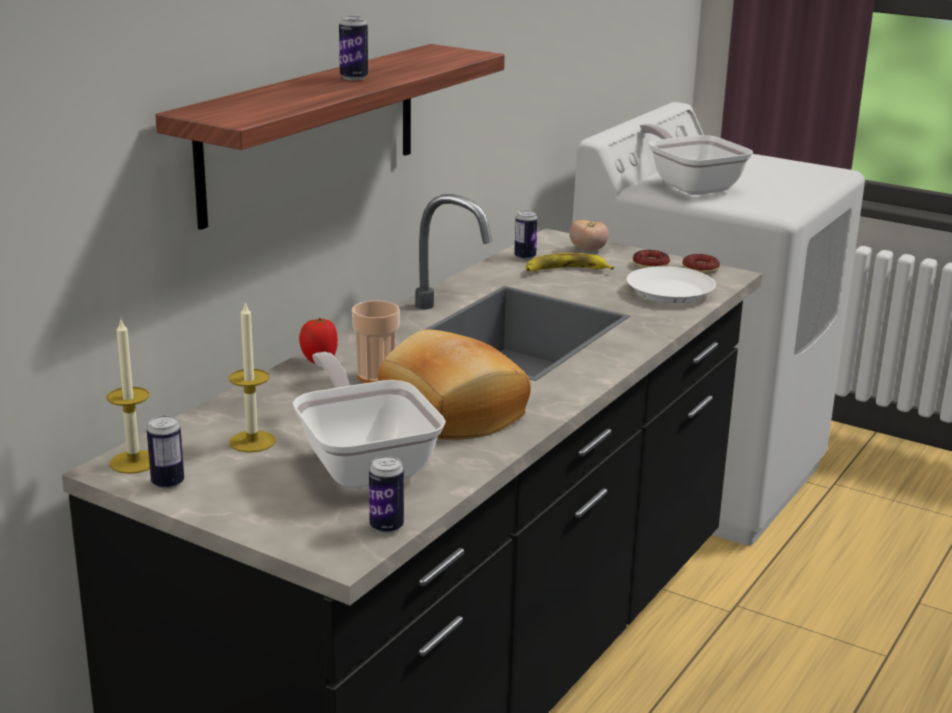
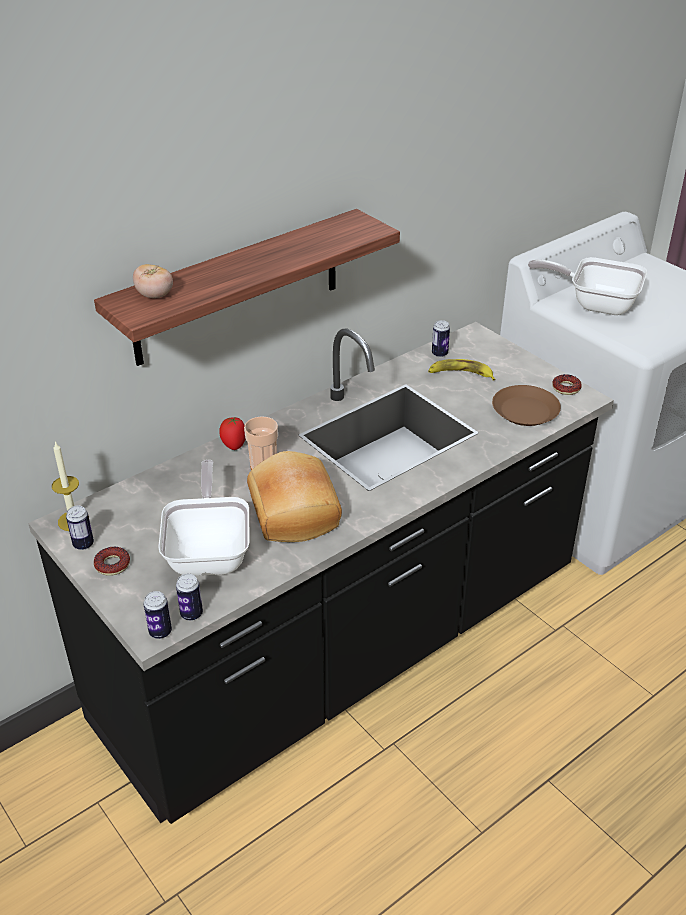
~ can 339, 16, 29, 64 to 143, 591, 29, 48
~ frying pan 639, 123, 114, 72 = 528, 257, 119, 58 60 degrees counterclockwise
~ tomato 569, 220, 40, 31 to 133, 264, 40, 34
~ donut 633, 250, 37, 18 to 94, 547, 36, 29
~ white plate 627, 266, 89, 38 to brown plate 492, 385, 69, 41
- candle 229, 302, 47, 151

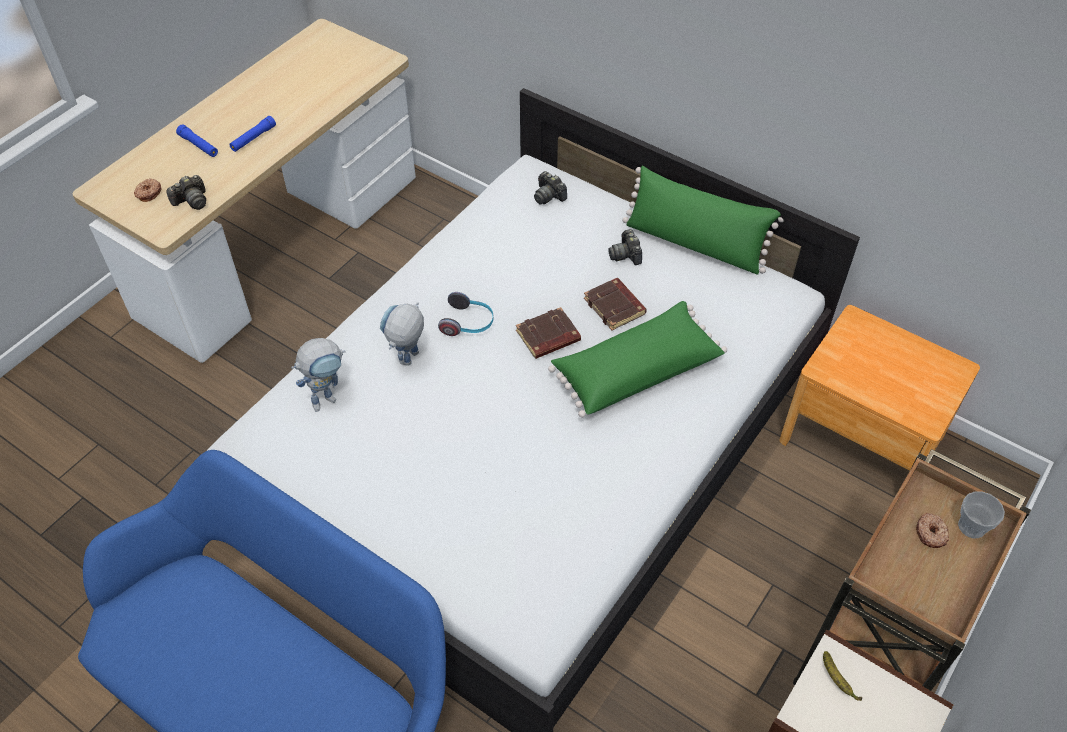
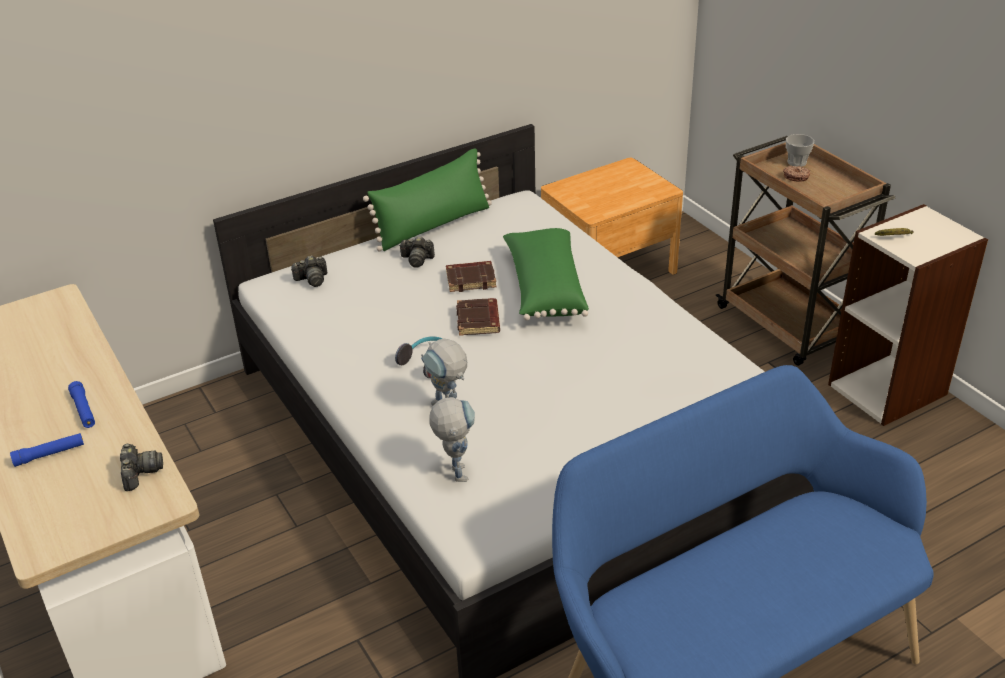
- donut 134, 179, 27, 23

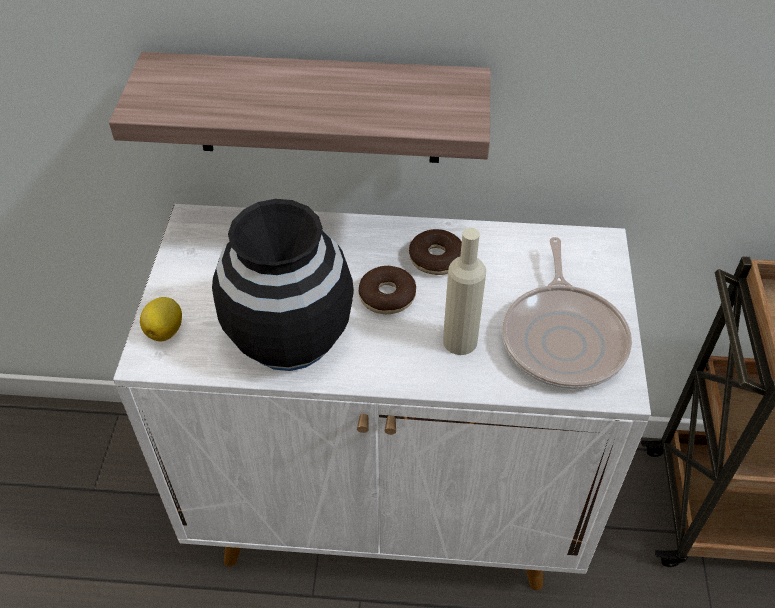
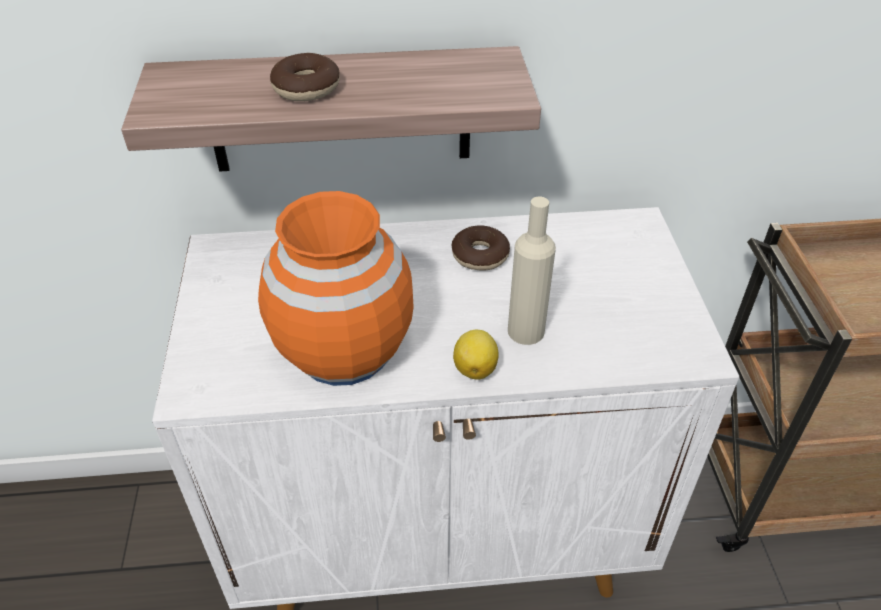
~ black vase 212, 199, 142, 172 to orange vase 258, 191, 156, 195
- frying pan 502, 237, 130, 152
~ donut 359, 266, 57, 48 to 270, 53, 70, 48
~ lemon 140, 297, 42, 44 to 453, 330, 46, 49

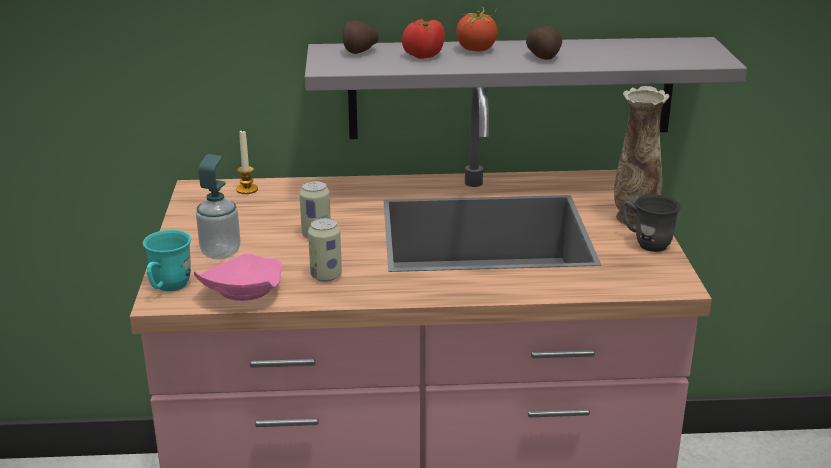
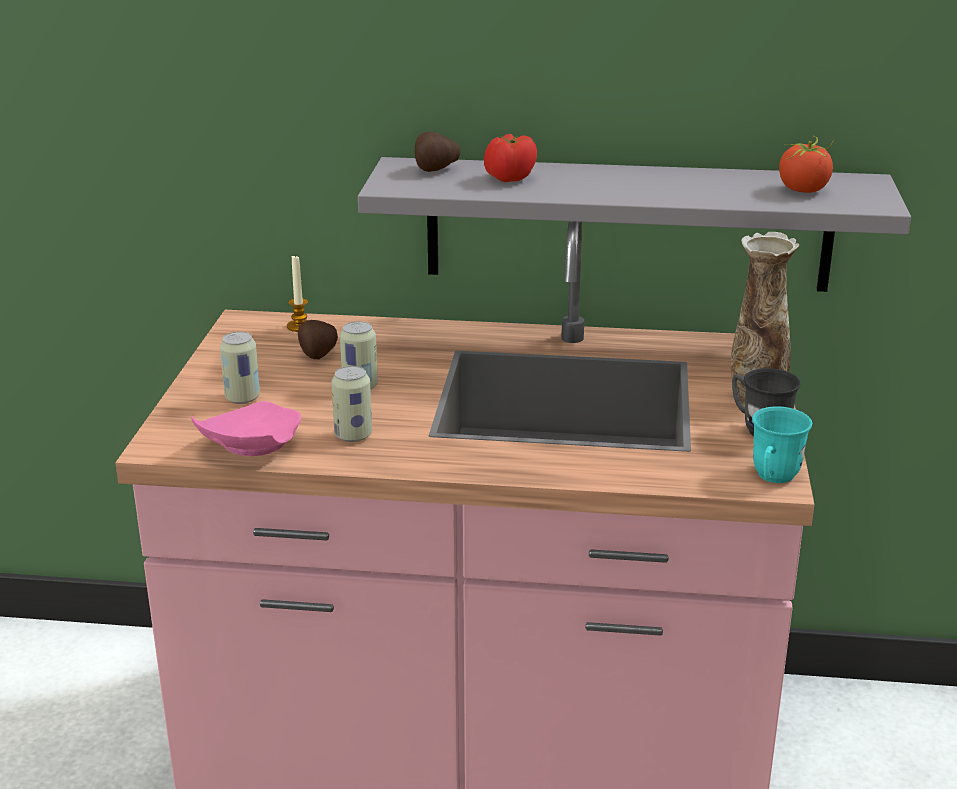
~ tomato 456, 7, 41, 44 to 779, 136, 56, 57
~ potato 526, 26, 36, 34 to 298, 320, 40, 39
~ soap dispenser 196, 154, 45, 106 to can 220, 332, 40, 72
~ turquoise mug 143, 230, 48, 61 to 752, 406, 60, 77

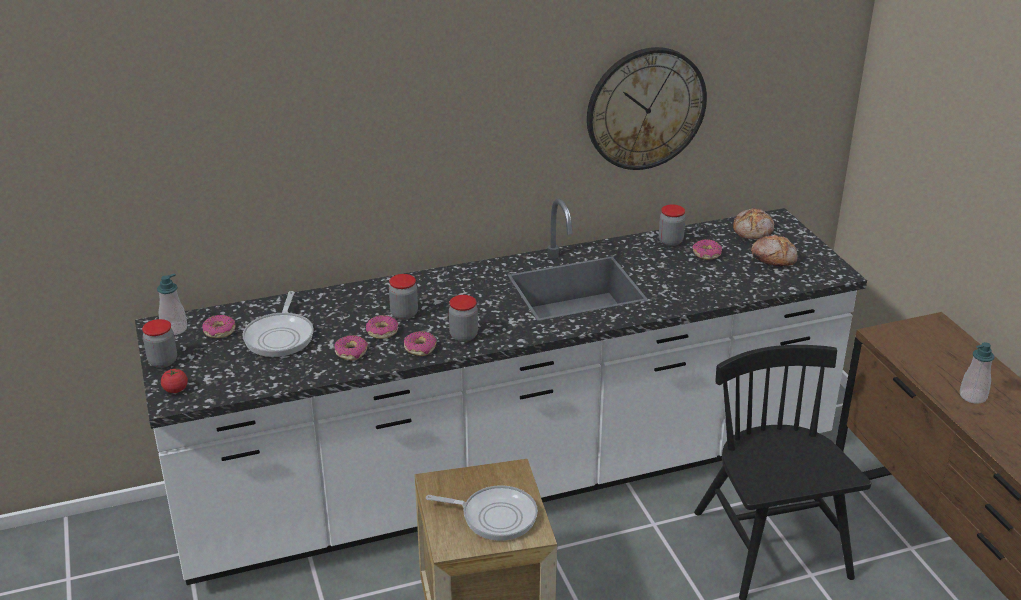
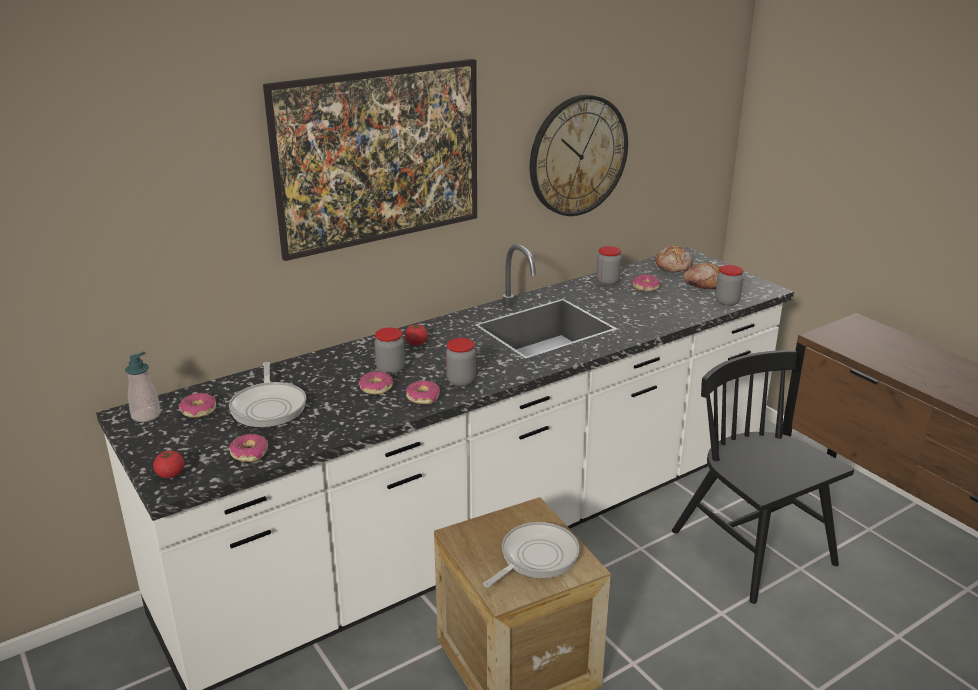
~ jar 142, 319, 35, 49 to 715, 265, 28, 41
~ donut 335, 335, 33, 25 to 229, 434, 39, 28
- soap dispenser 960, 342, 34, 62
~ frying pan 426, 485, 112, 56 = 483, 522, 96, 66 45 degrees counterclockwise
+ picture 263, 59, 214, 202
+ tomato 405, 324, 23, 22

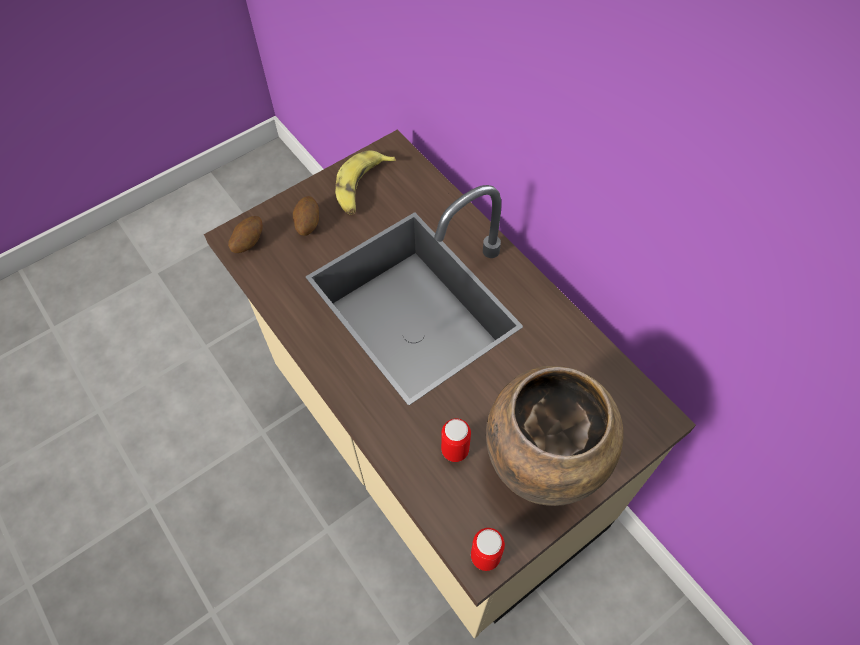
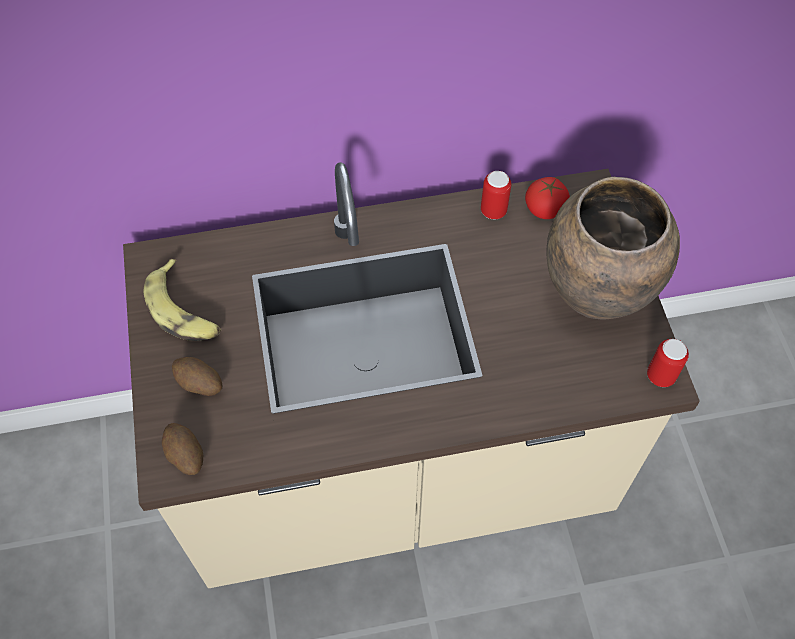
~ can 441, 418, 30, 44 to 481, 171, 30, 48
+ tomato 525, 177, 45, 42

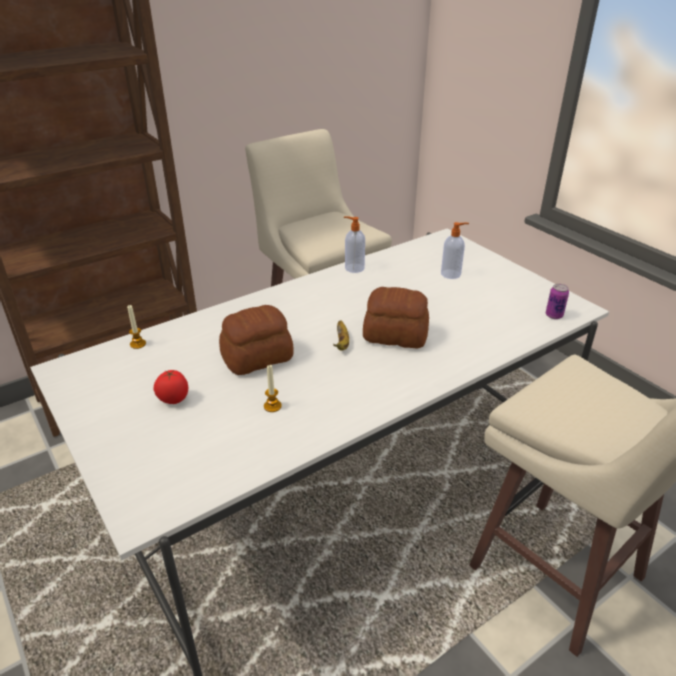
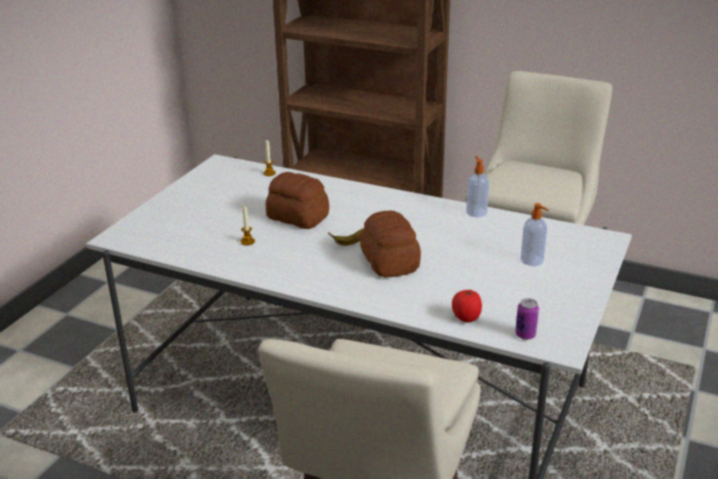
~ tomato 153, 369, 35, 35 to 452, 290, 30, 32

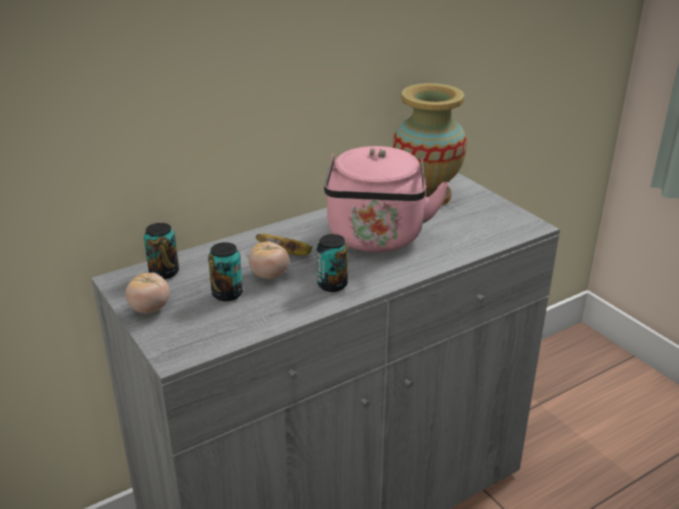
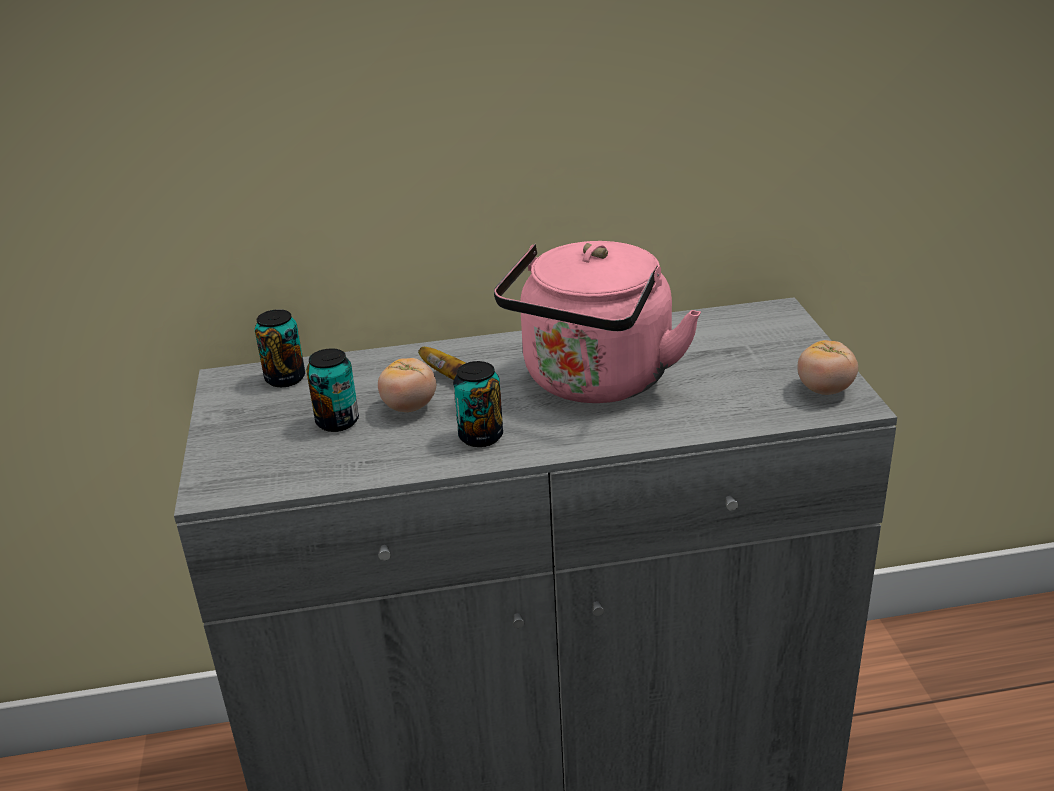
- vase 393, 83, 74, 123
~ tomato 125, 273, 45, 40 to 797, 340, 61, 55

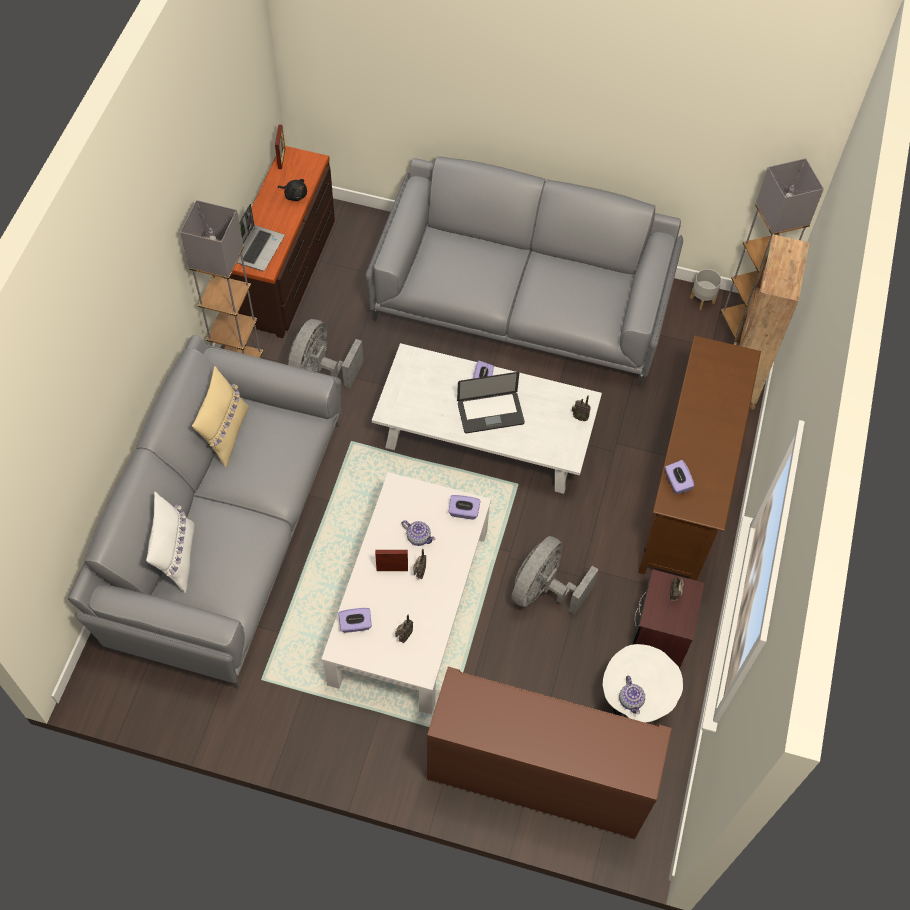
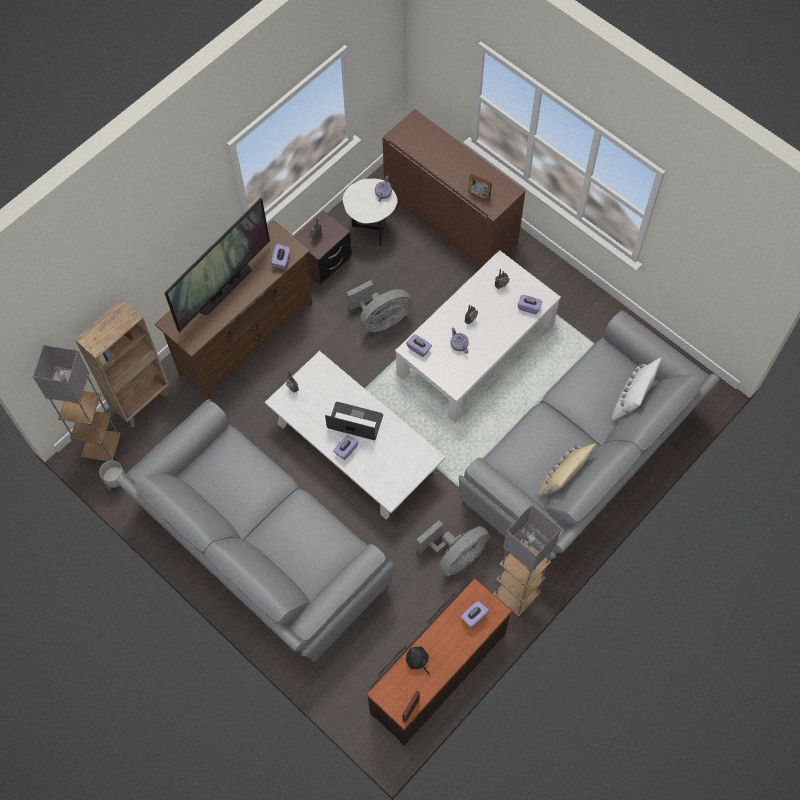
~ laptop 237, 204, 48, 67 to purple tissue box 461, 601, 28, 27
~ picture frame 375, 550, 33, 21 to 468, 174, 24, 27
+ television 164, 198, 106, 134

